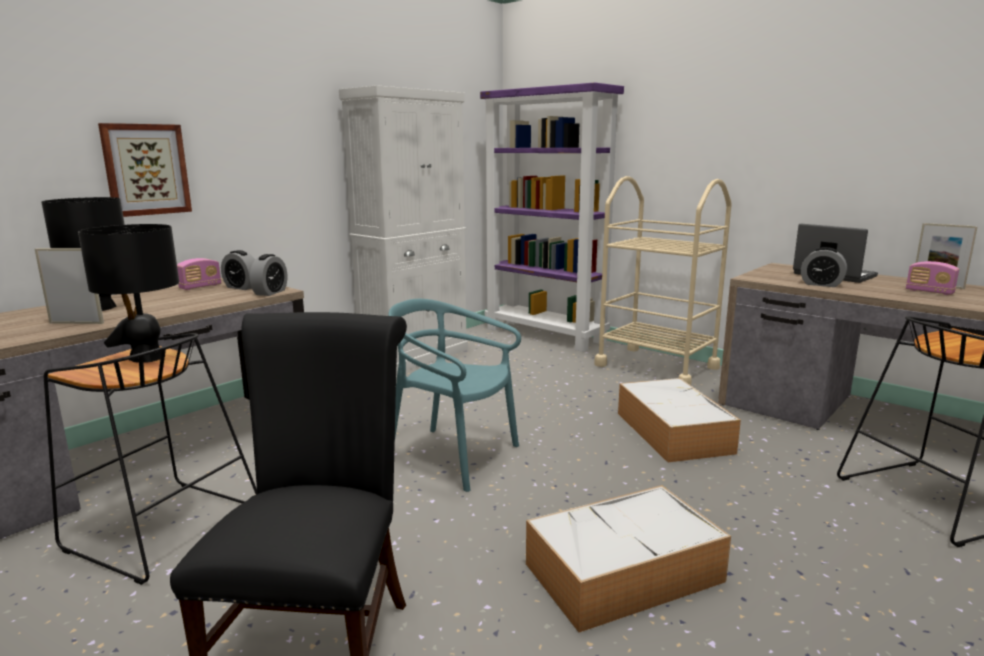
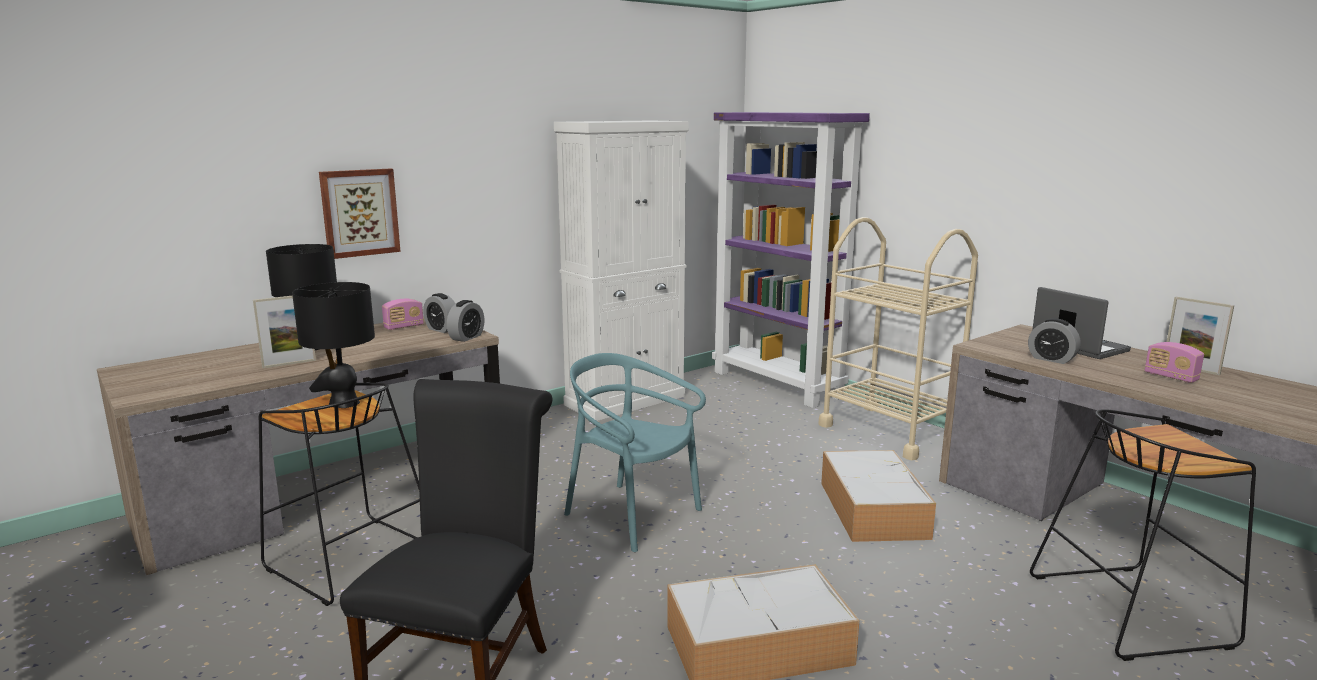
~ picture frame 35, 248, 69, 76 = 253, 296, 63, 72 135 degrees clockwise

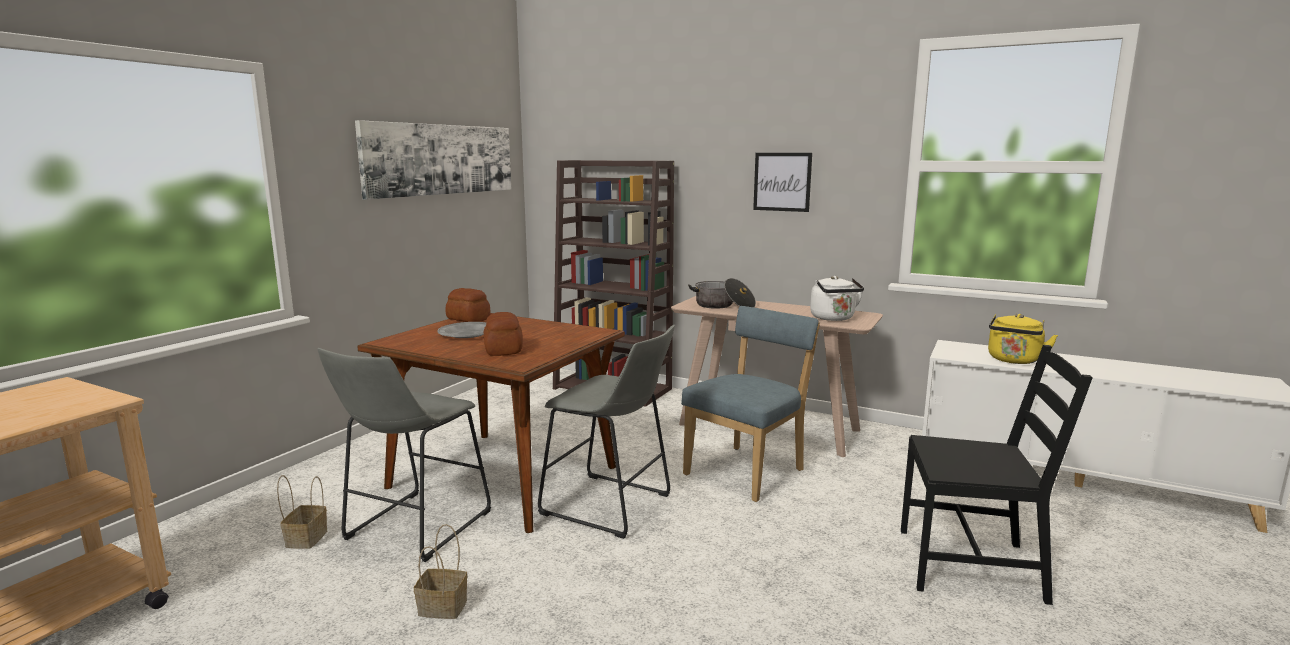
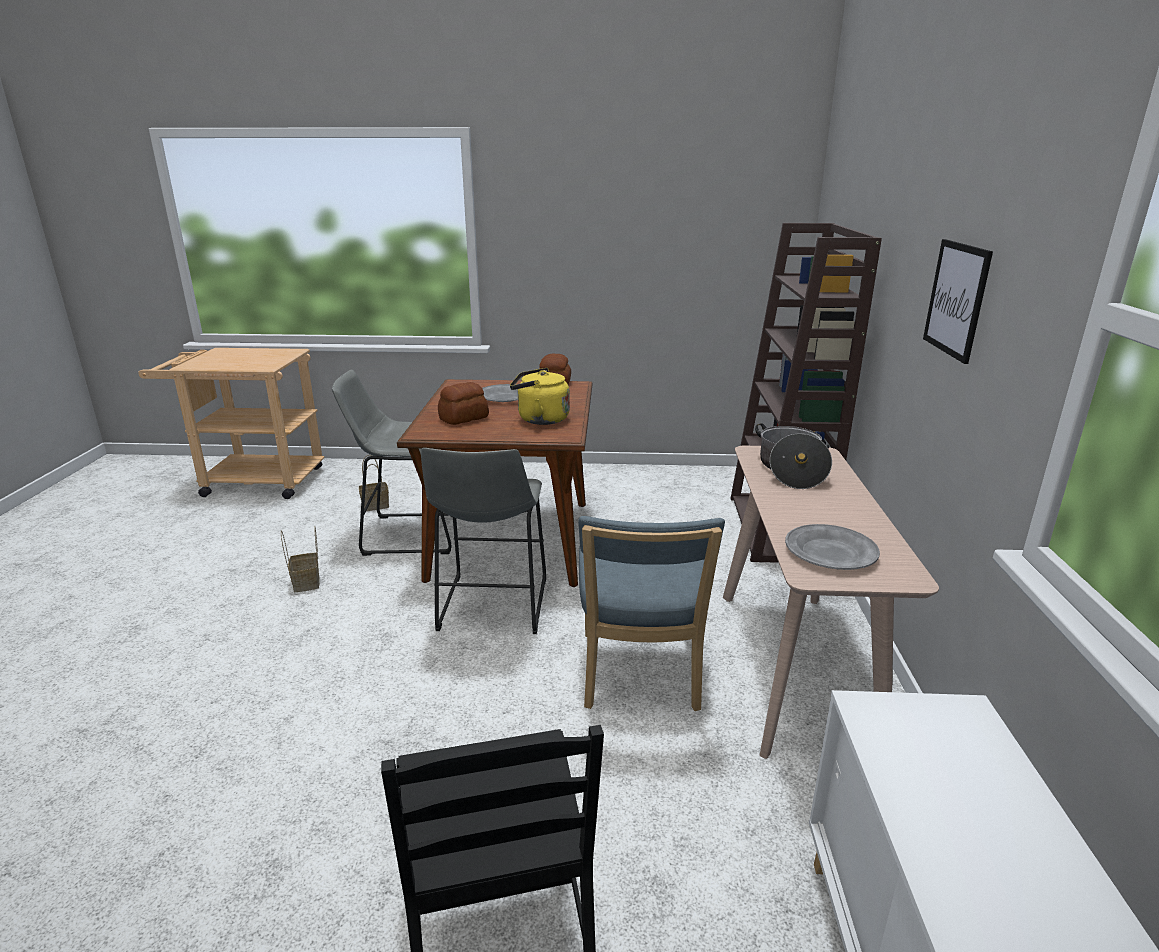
- picture 355, 120, 156, 80
~ white kettle 810, 276, 54, 45 to grey plate 785, 524, 95, 46
~ blue chair 681, 306, 139, 196 = 578, 516, 147, 195 75 degrees clockwise
~ yellow kettle 988, 314, 70, 50 to 510, 368, 60, 57

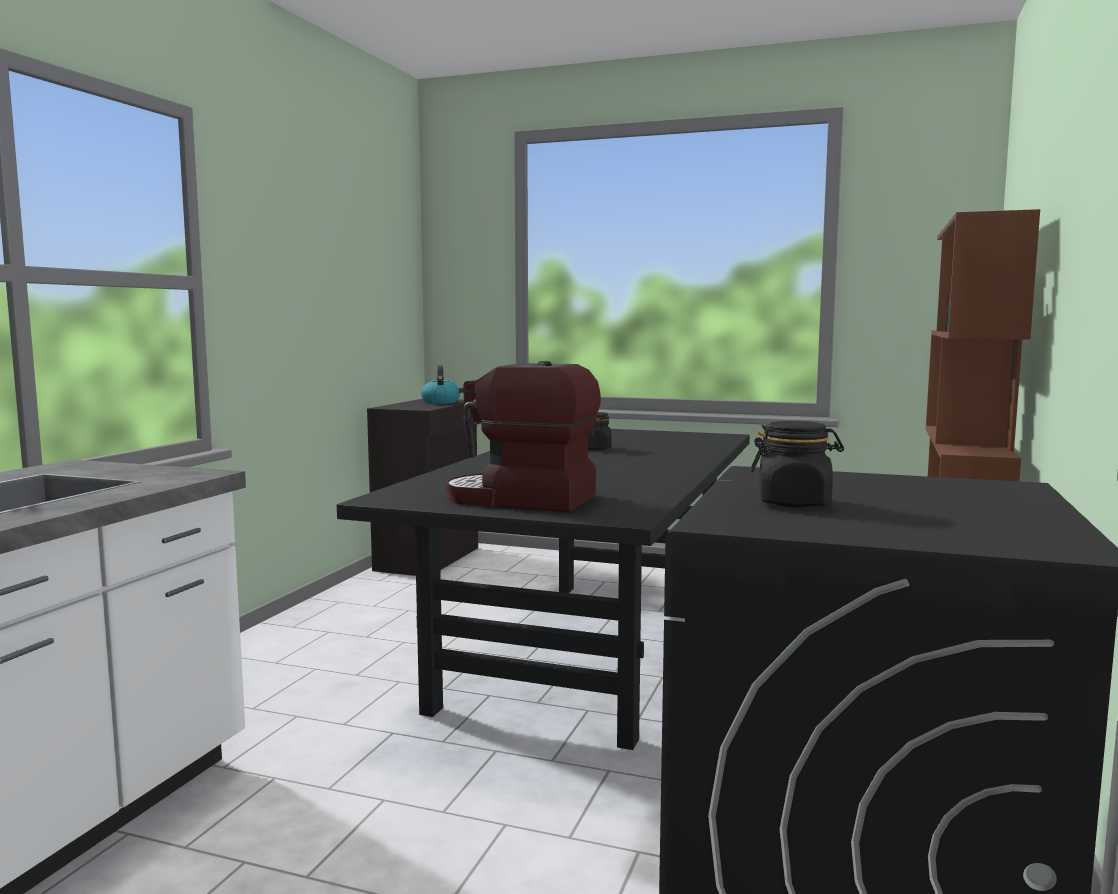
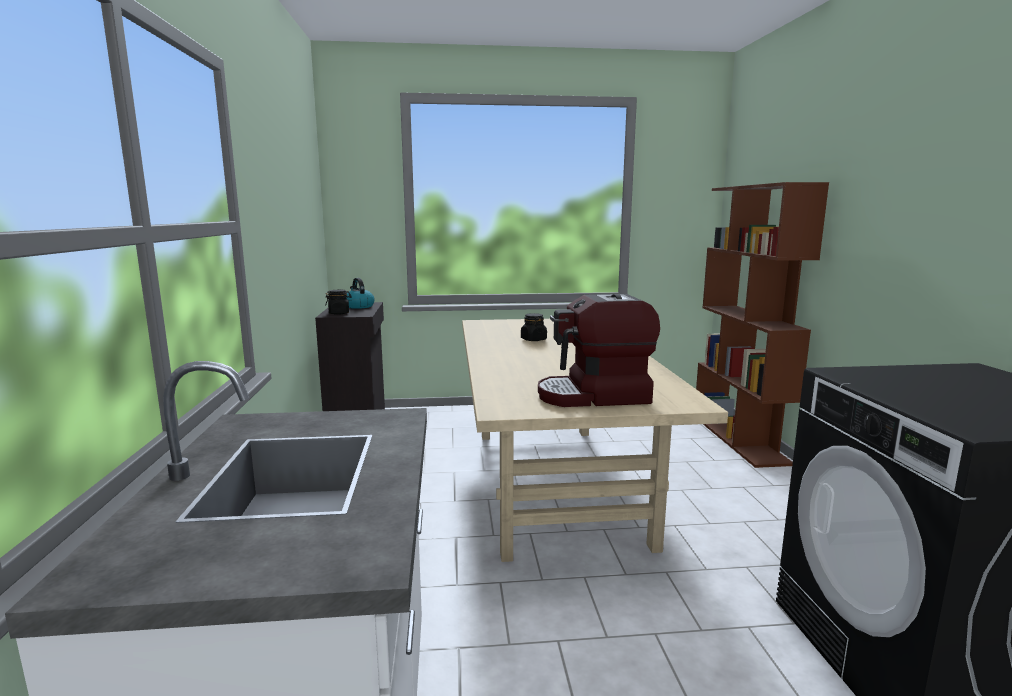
~ black jar 750, 421, 94, 86 to 325, 290, 27, 25
~ black dining table 337, 429, 413, 321 to beige dining table 462, 319, 266, 243

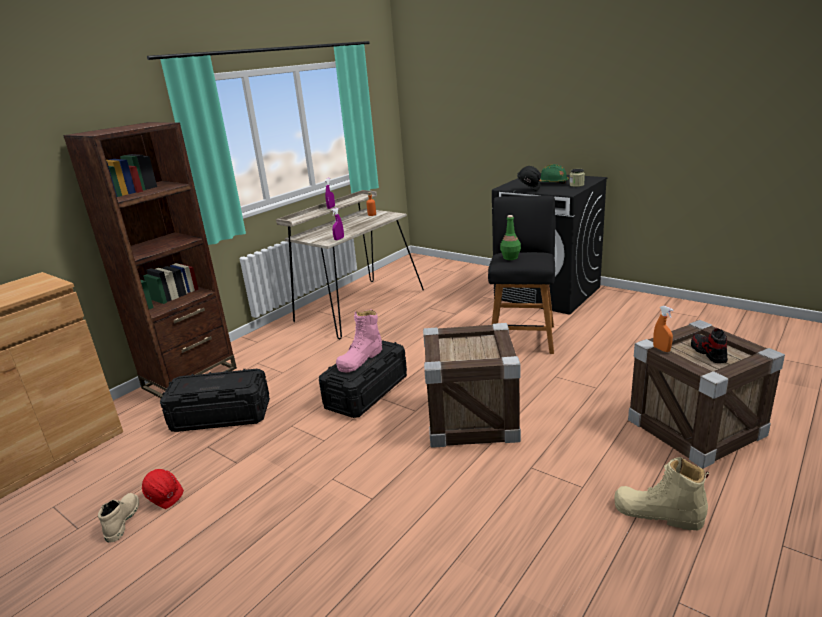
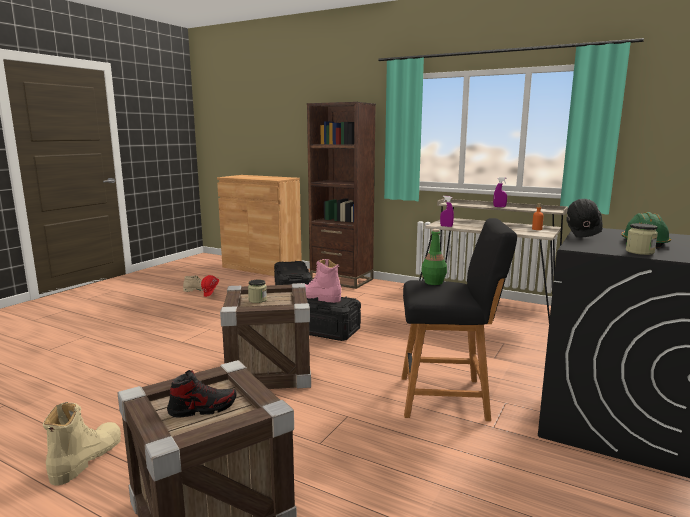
- orange spray bottle 653, 306, 20, 46
+ jar 248, 280, 19, 23

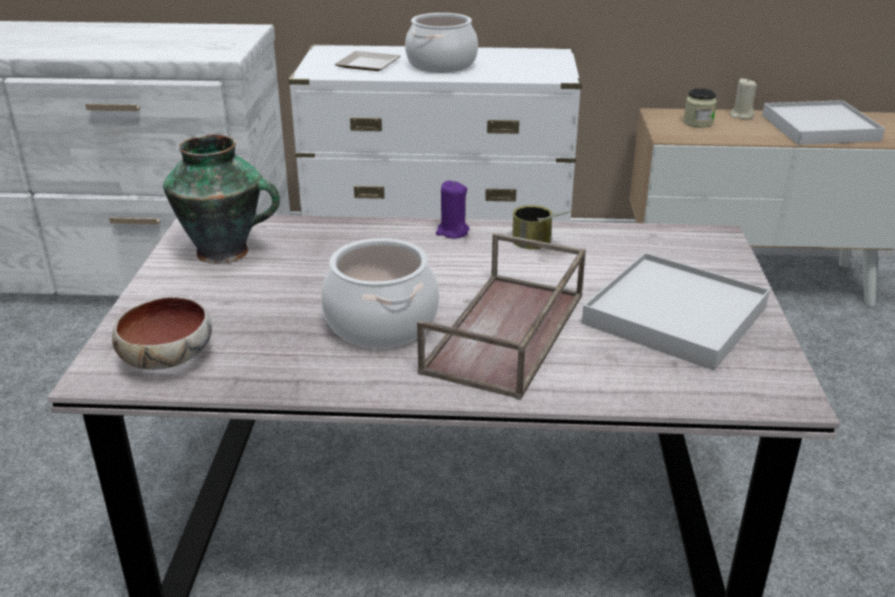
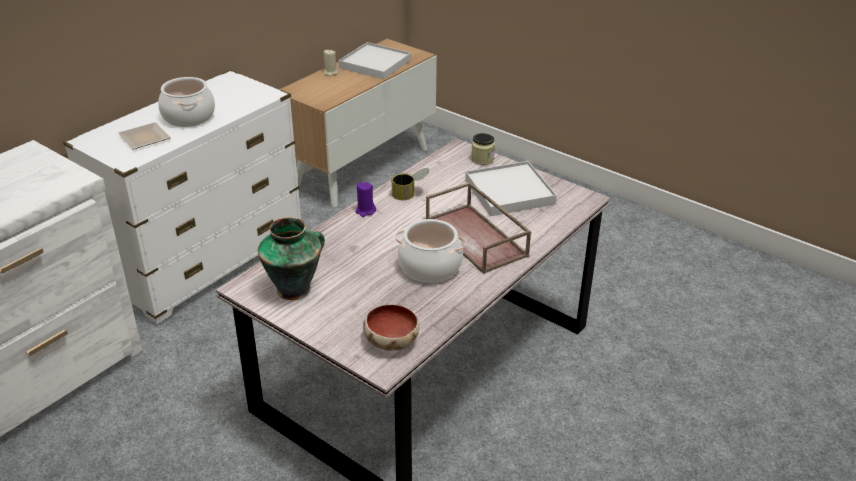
~ jar 683, 88, 34, 40 to 471, 133, 24, 32

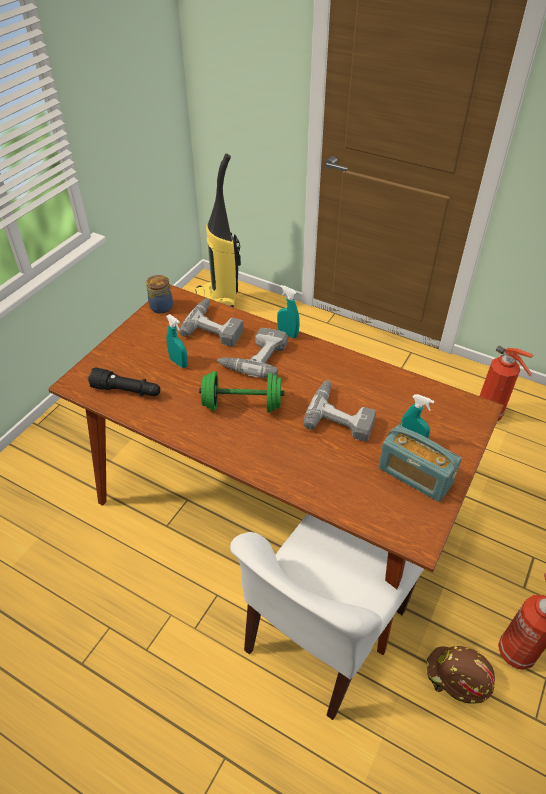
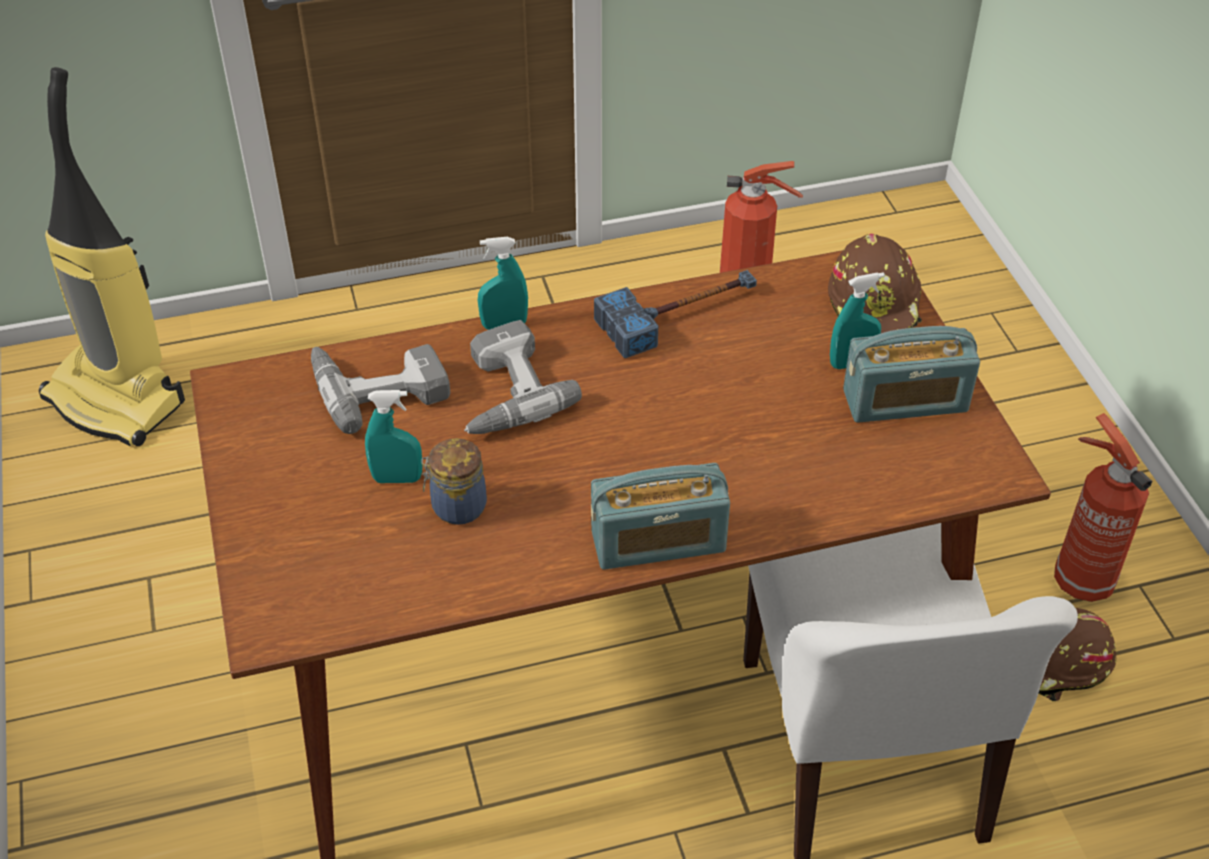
~ jar 146, 275, 27, 39 to 421, 438, 66, 87
- black flashlight 88, 367, 73, 29
- green dumbbell 199, 371, 85, 41
- power drill 303, 380, 73, 62
+ brown hard hat 828, 234, 94, 99
+ hammer 594, 270, 163, 88
+ radio 591, 463, 139, 107

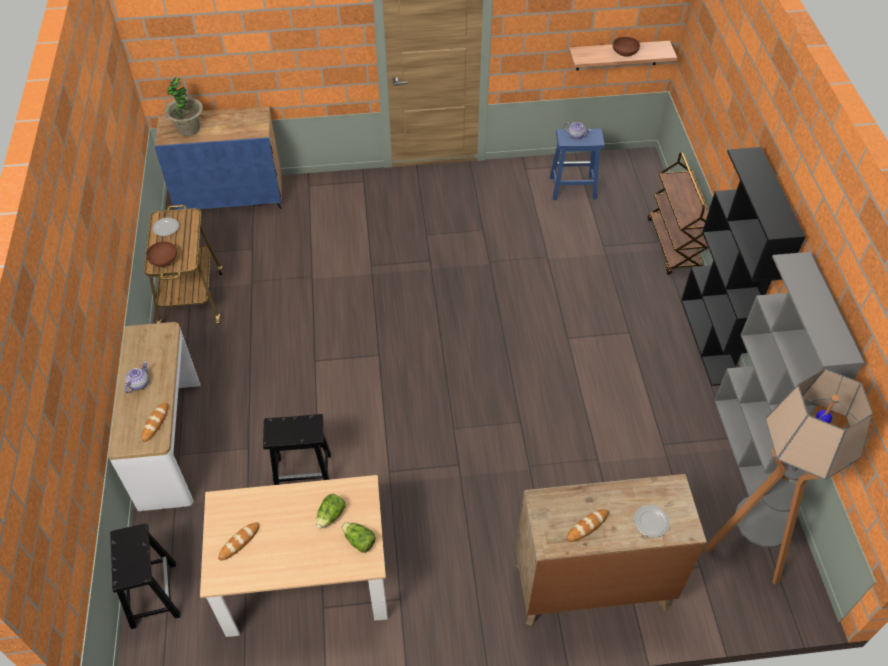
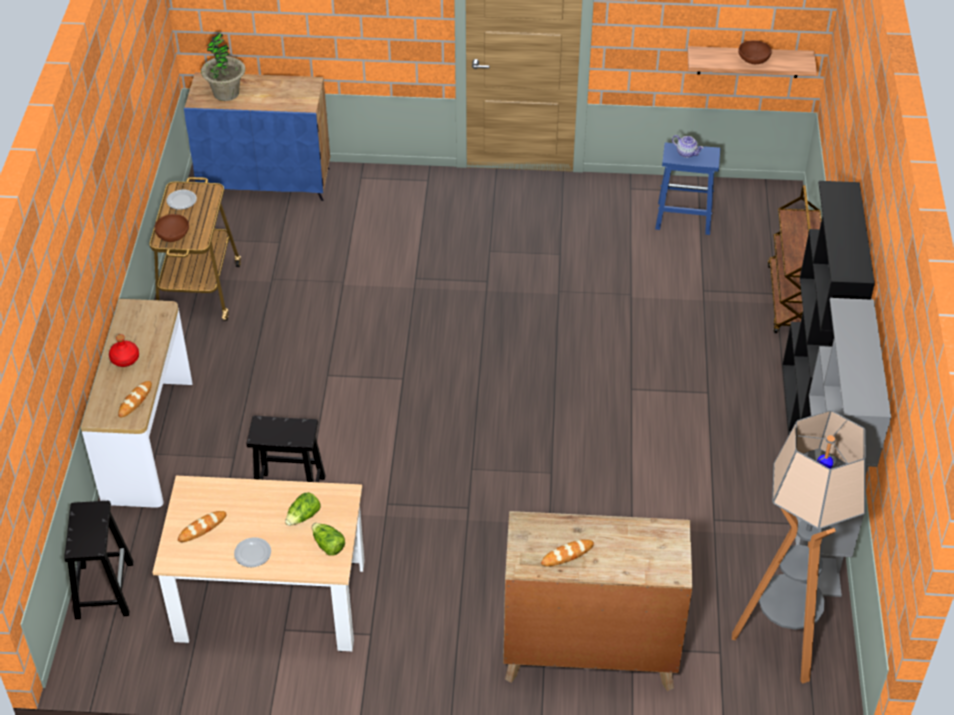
~ teapot 124, 361, 25, 32 to red bottle 109, 334, 30, 33
~ plate 634, 505, 36, 32 to 234, 537, 37, 30

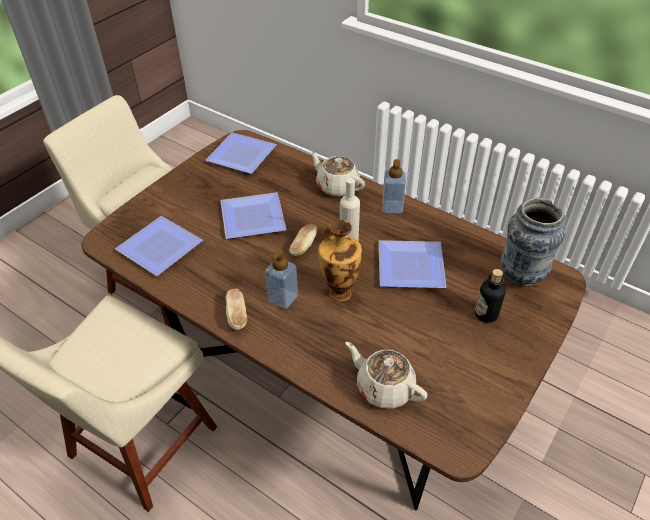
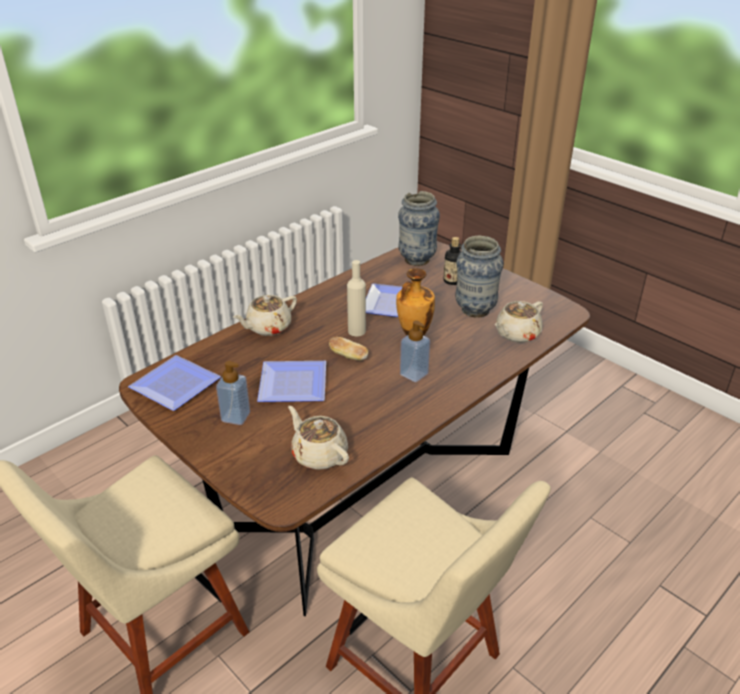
~ soap dispenser 382, 159, 24, 55 to 216, 361, 34, 64
~ plate 115, 216, 88, 60 to beige teapot 288, 406, 61, 64
- bread 226, 289, 21, 41
+ vase 455, 235, 49, 83

